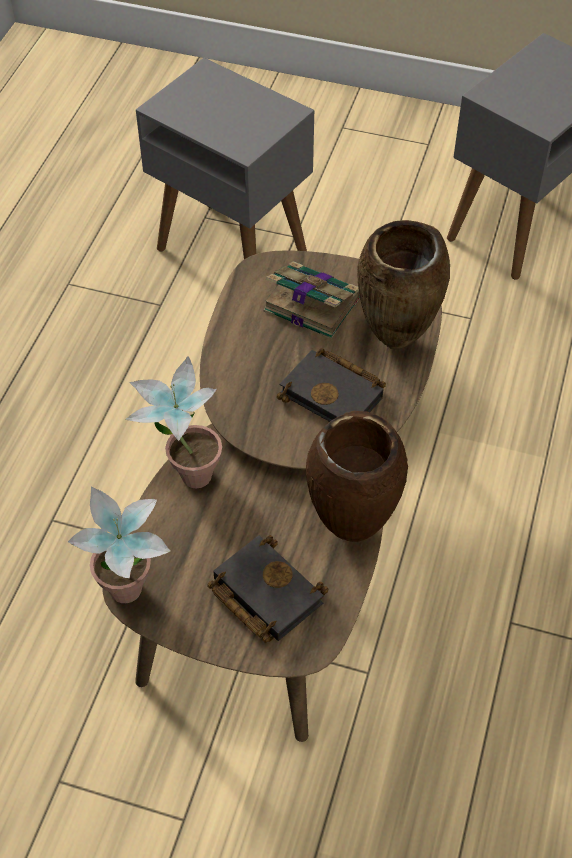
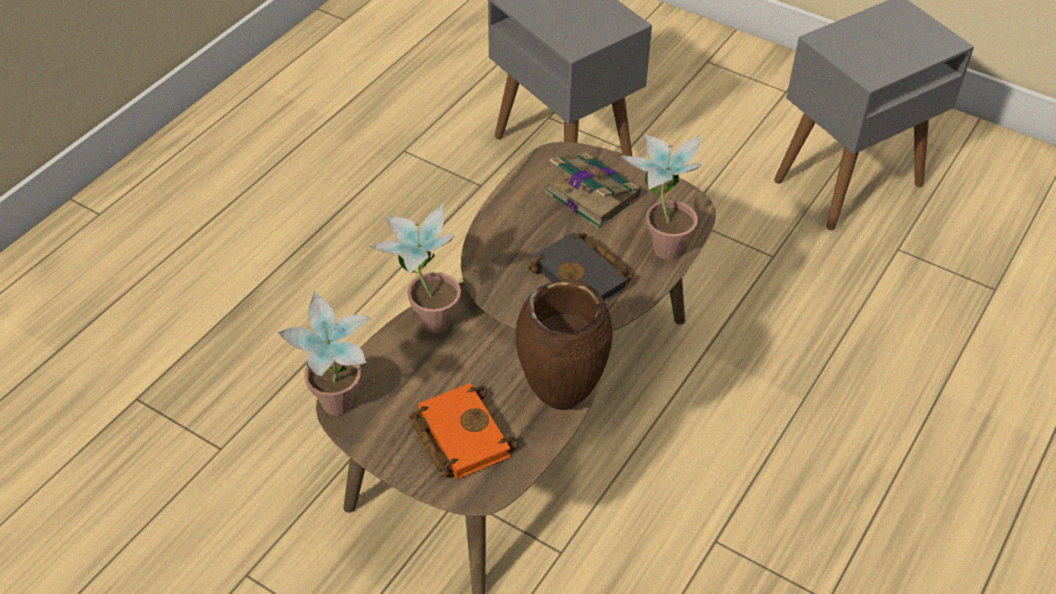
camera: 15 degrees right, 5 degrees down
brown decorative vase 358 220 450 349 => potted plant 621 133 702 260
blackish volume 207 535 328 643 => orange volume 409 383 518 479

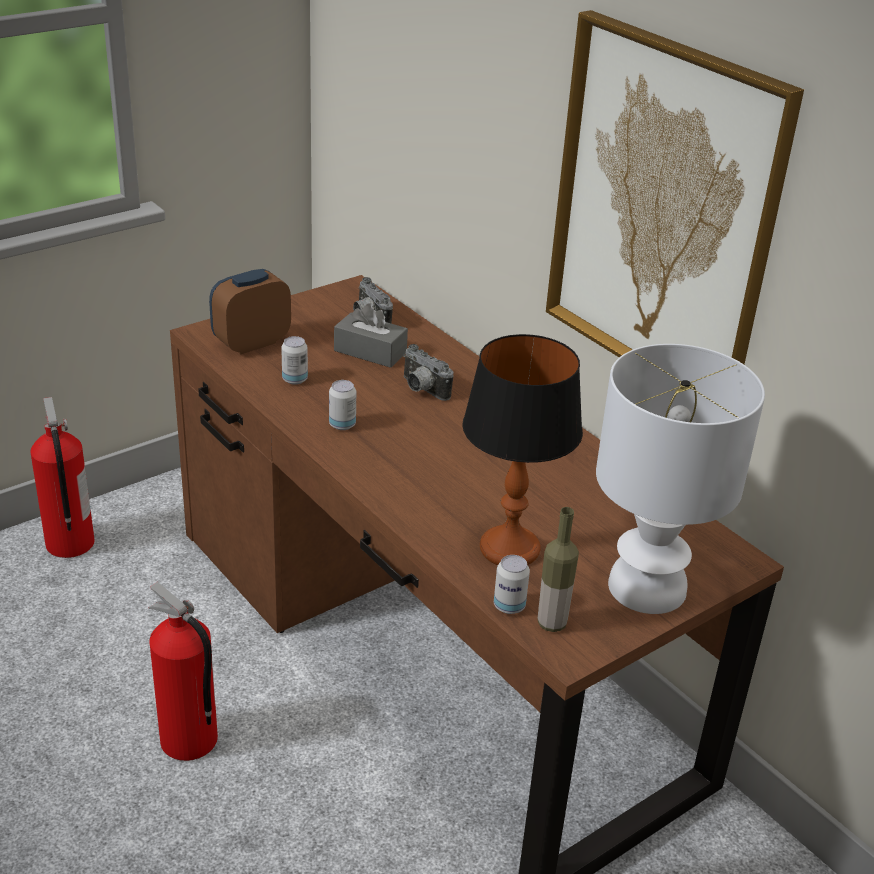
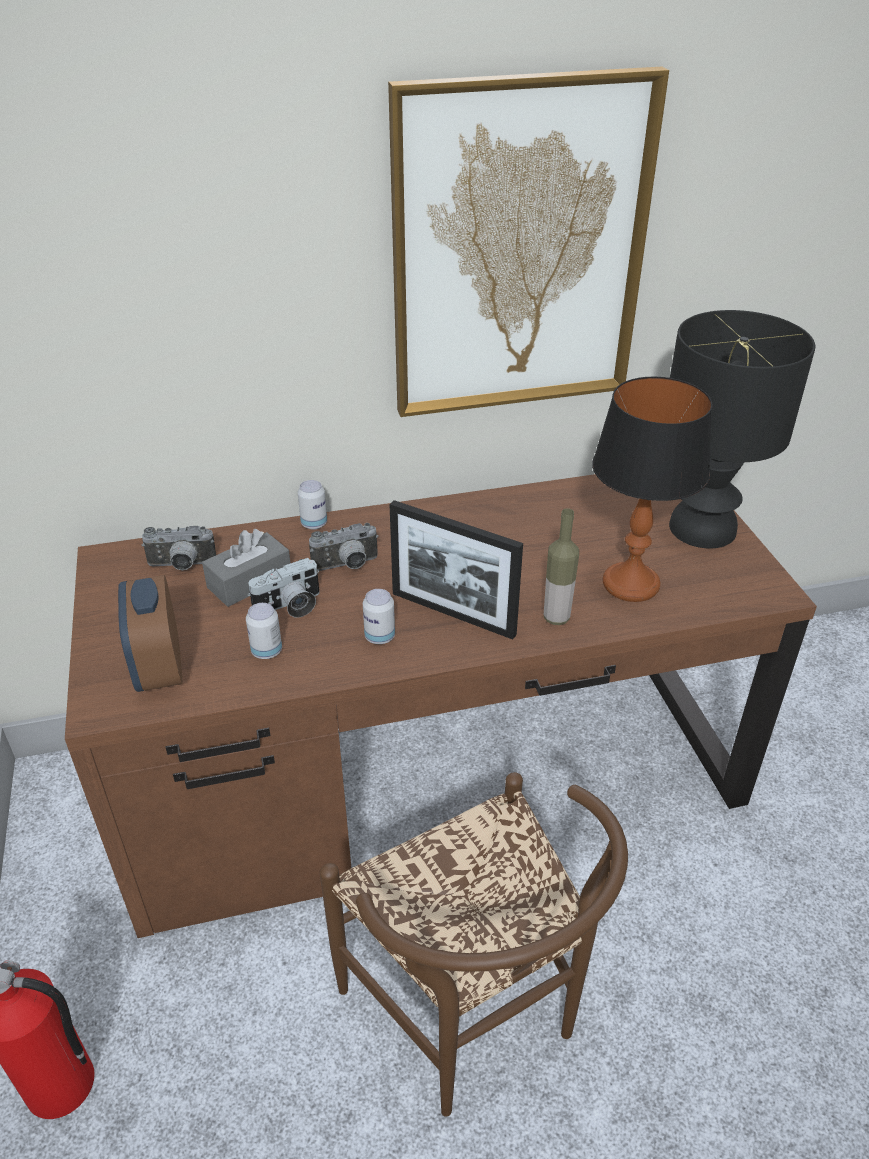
camera: 65 degrees left, 5 degrees up
nothing => still camera 248 558 319 618
nothing => picture frame 390 500 523 640
can 494 555 530 614 => can 298 480 327 530, relocated
beverage bottle 538 507 579 632 => beverage bottle 544 508 579 625, relocated
fire extinguisher 149 582 218 761 => brown plain chair 320 772 628 1117
white-coloured lamp for a table 596 344 765 614 => blackish lamp for a table 669 310 815 548

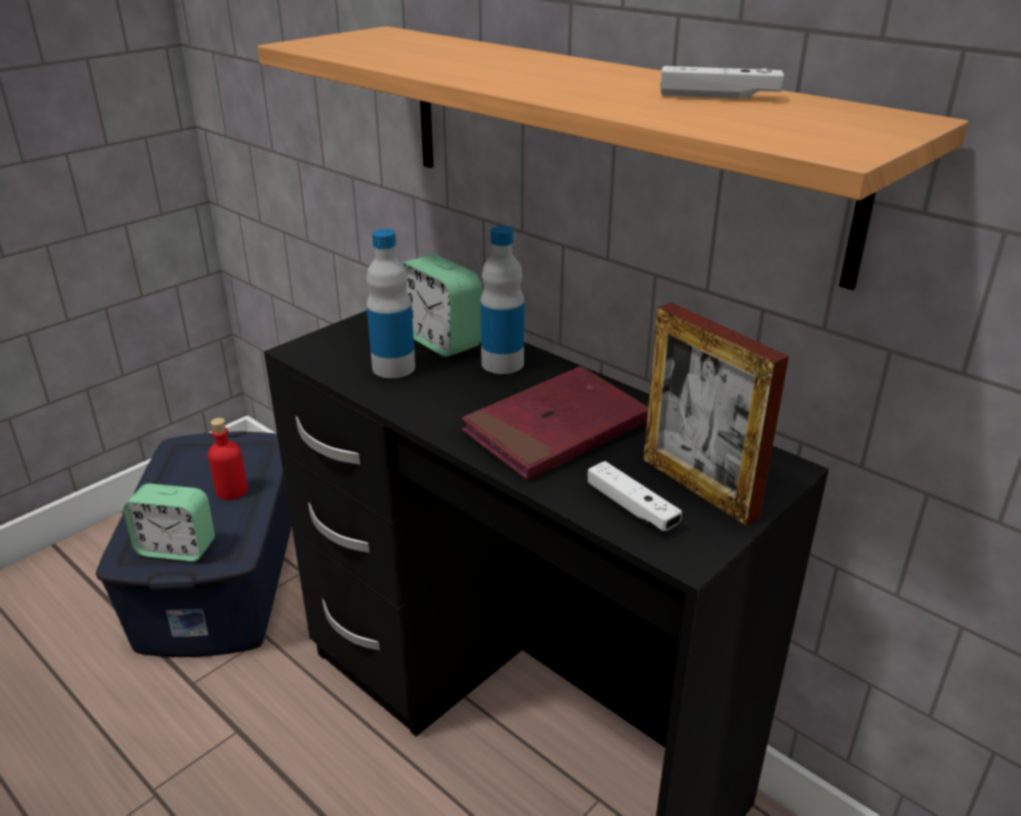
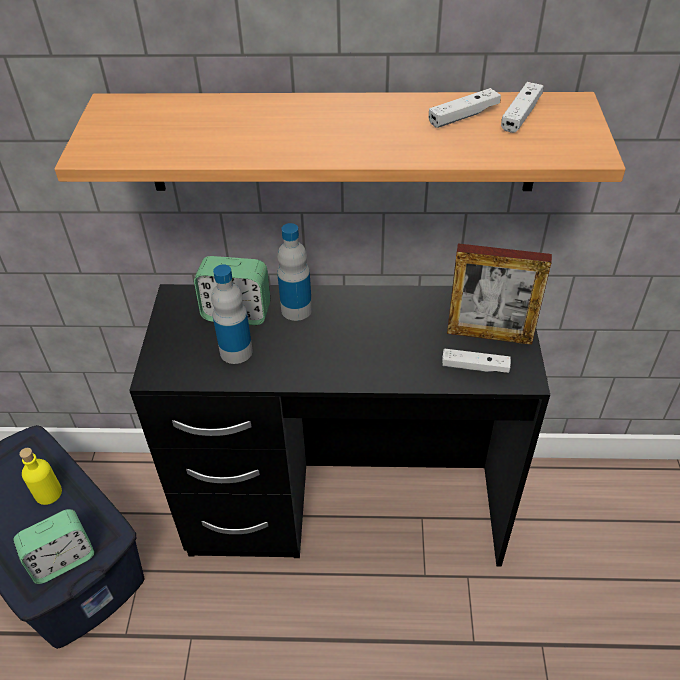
camera: 40 degrees left, 15 degrees up
red-coloured volume 462 366 648 481 => nothing
nothing => white-coloured gamepad 501 82 544 133
red-coloured beverage bottle 208 418 248 500 => yellowish beverage bottle 19 448 62 505

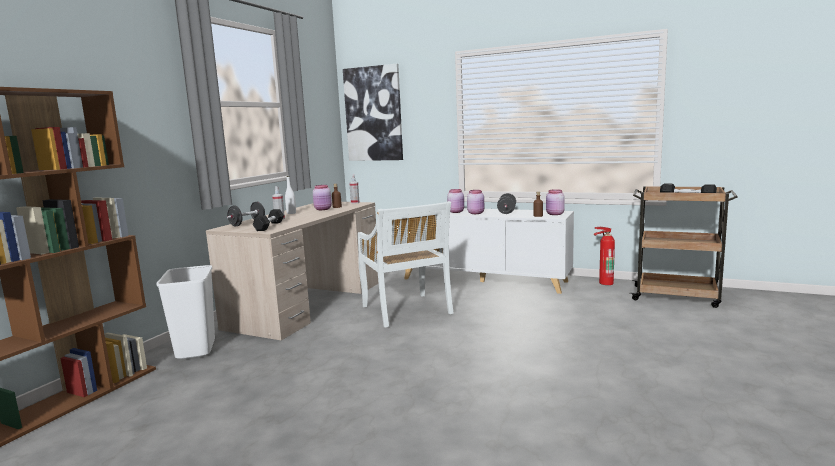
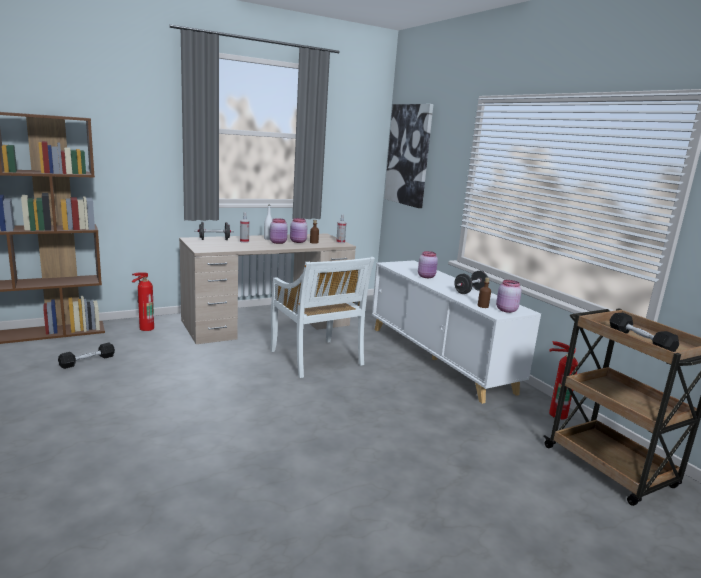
camera: 35 degrees right, 5 degrees up
blackish dumbbell 253 209 284 231 => blackish dumbbell 58 343 115 369, relocated
pink-coloured storage jar 467 190 484 214 => pink-coloured storage jar 270 218 288 244, relocated
white-coloured trash can 156 265 215 359 => fire extinguisher 132 273 154 331
white-coloured plain chair 358 201 454 328 => white-coloured plain chair 270 257 375 378, 45 degrees counterclockwise

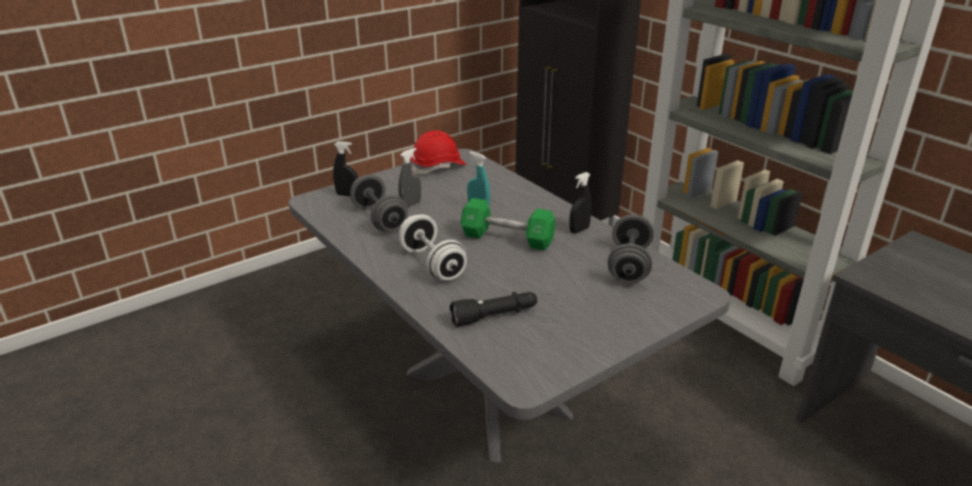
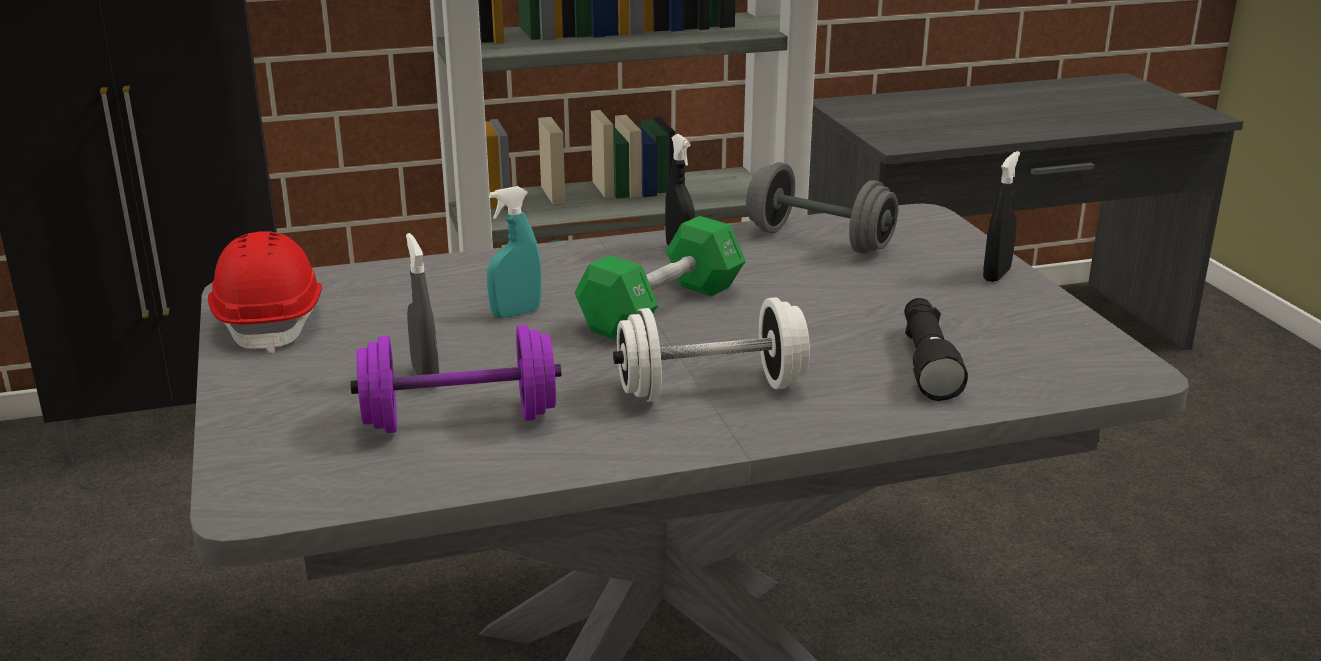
camera: 70 degrees left, 5 degrees down
blackish sprayer 333 141 358 196 => blackish sprayer 983 151 1020 282, relocated
gray dumbbell 350 174 408 232 => purplish dumbbell 351 325 561 433

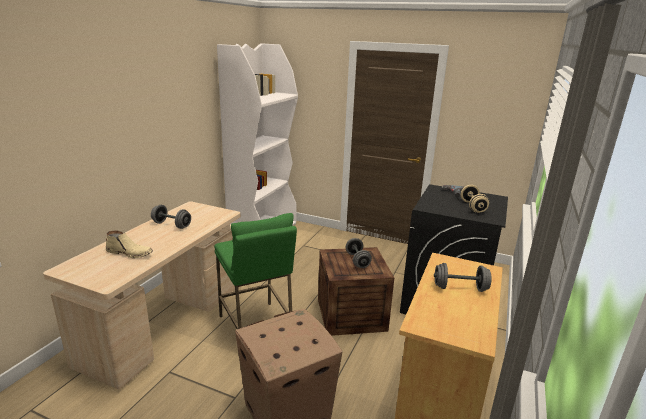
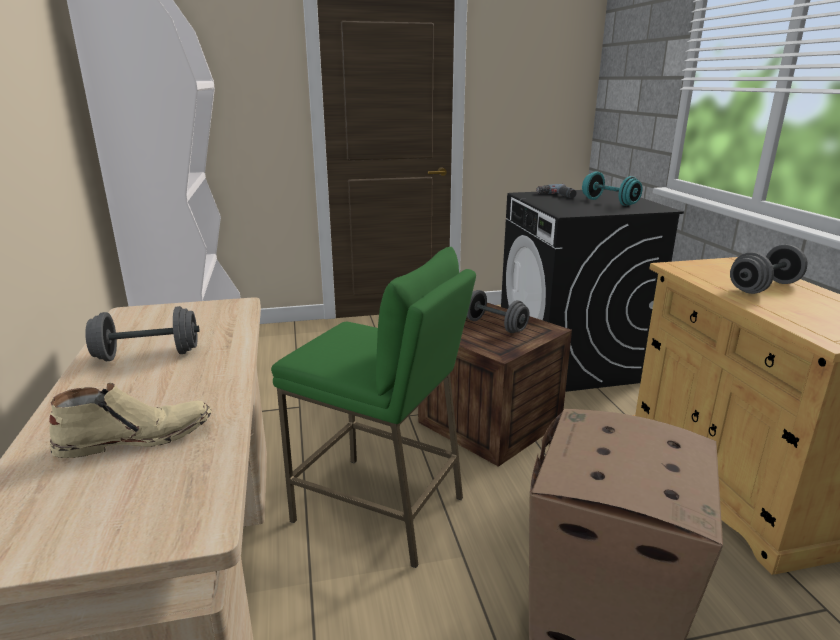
camera: 35 degrees left, 0 degrees up
beige dumbbell 461 185 489 213 => turquoise-coloured dumbbell 582 171 643 206

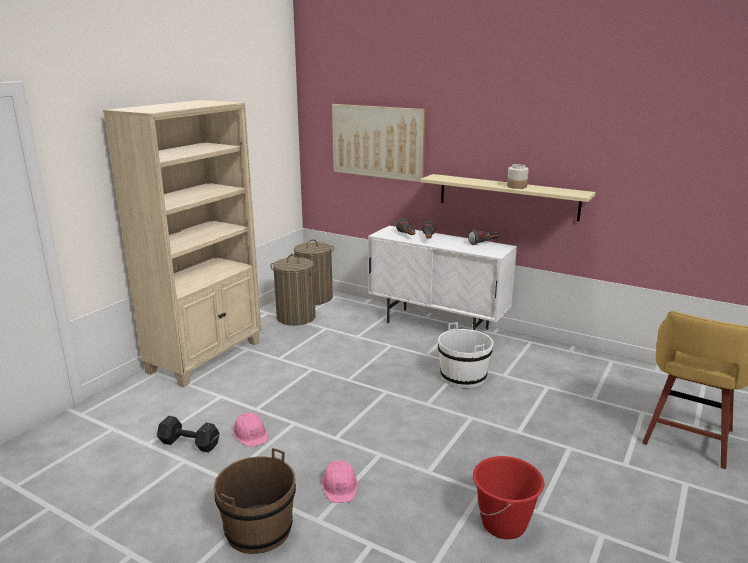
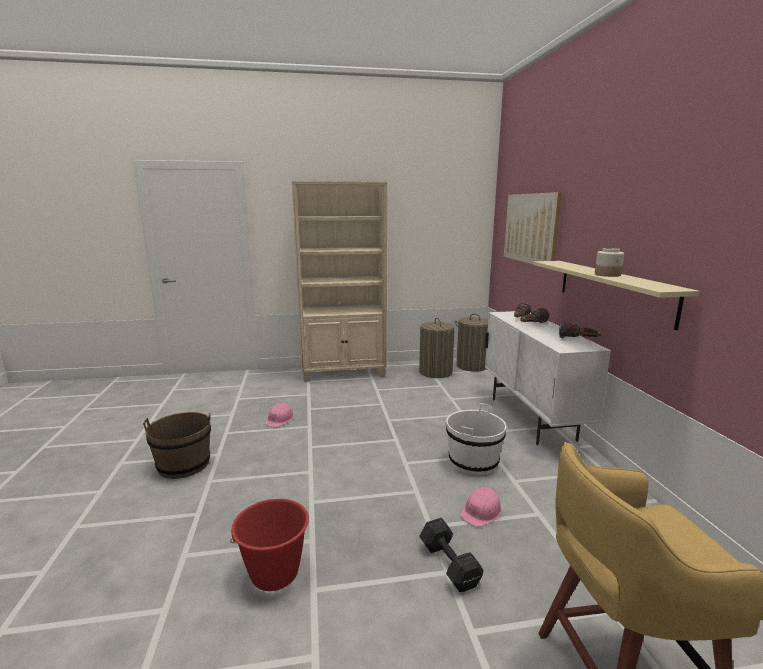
camera: 50 degrees right, 5 degrees down
blackish dumbbell 157 416 219 453 => blackish dumbbell 419 518 484 592, relocated
pink-coloured work helmet 322 460 358 503 => pink-coloured work helmet 460 487 502 527, relocated

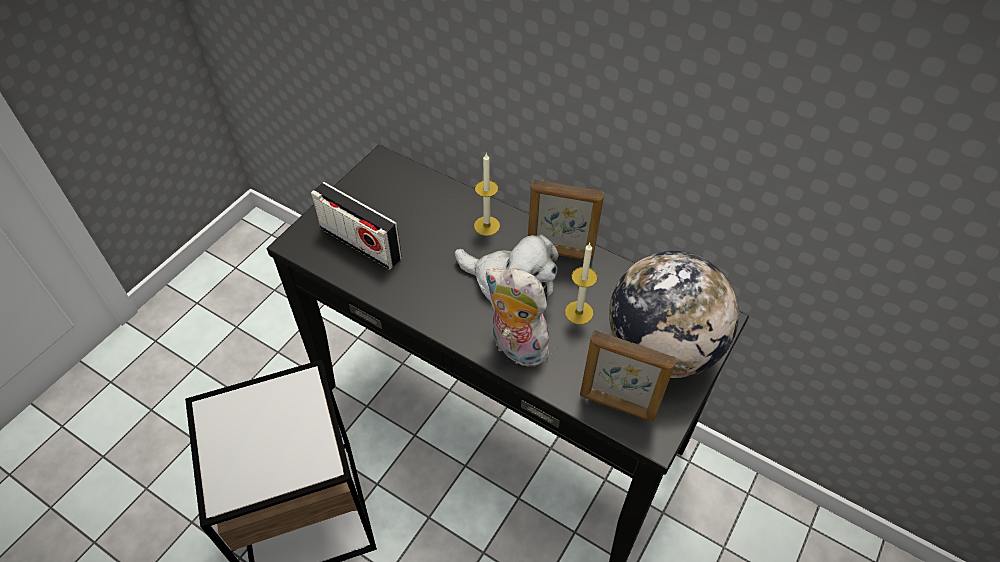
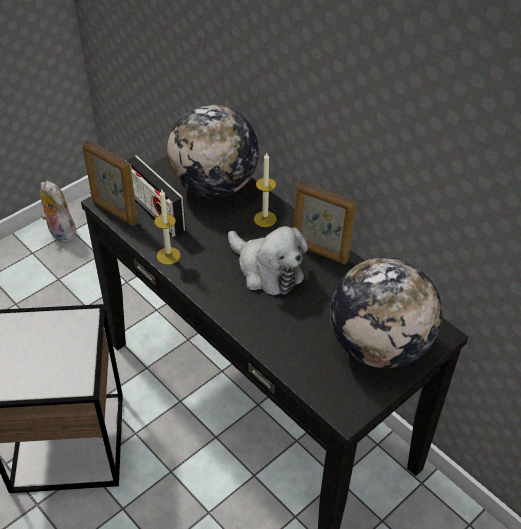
camera: 15 degrees right, 5 degrees down
nothing => globe 167 105 259 198
cuddly toy 485 268 549 367 => cuddly toy 40 181 79 243, relocated
wax candle 565 243 597 324 => wax candle 155 190 181 265, relocated
picture frame 580 330 677 422 => picture frame 82 139 138 226, relocated

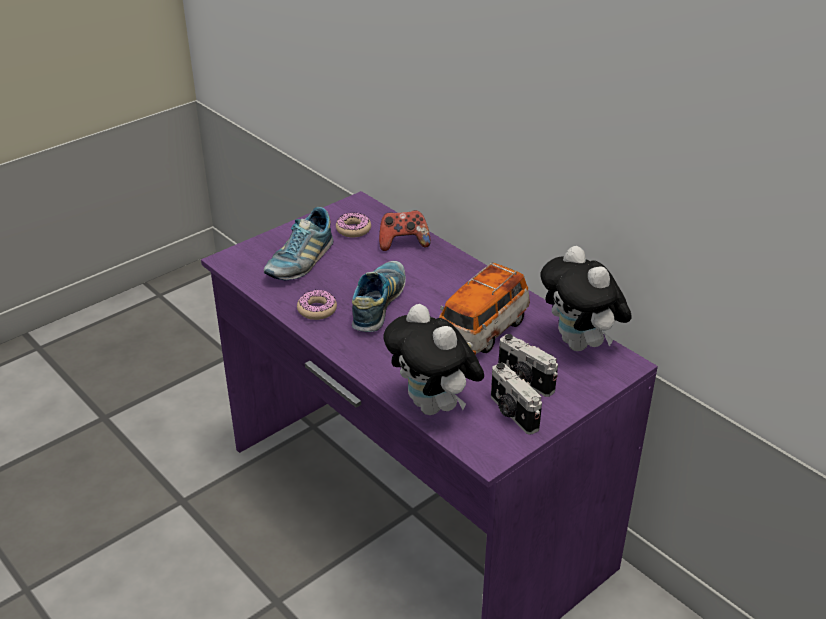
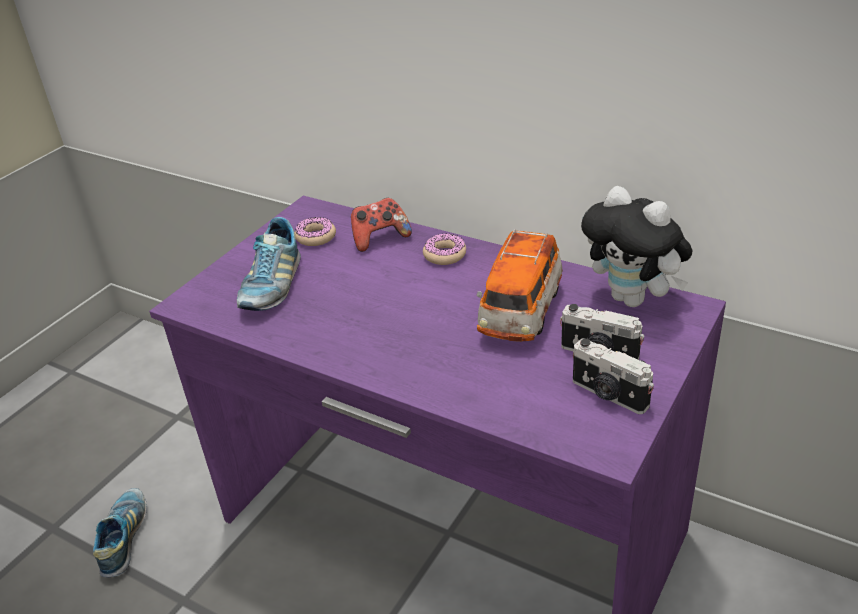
camera: 15 degrees left, 0 degrees up
cuddly toy 383 304 484 415 => nothing
donut 297 290 337 320 => donut 423 234 466 265, relocated
low shoe 352 261 406 332 => low shoe 93 488 147 578, relocated

